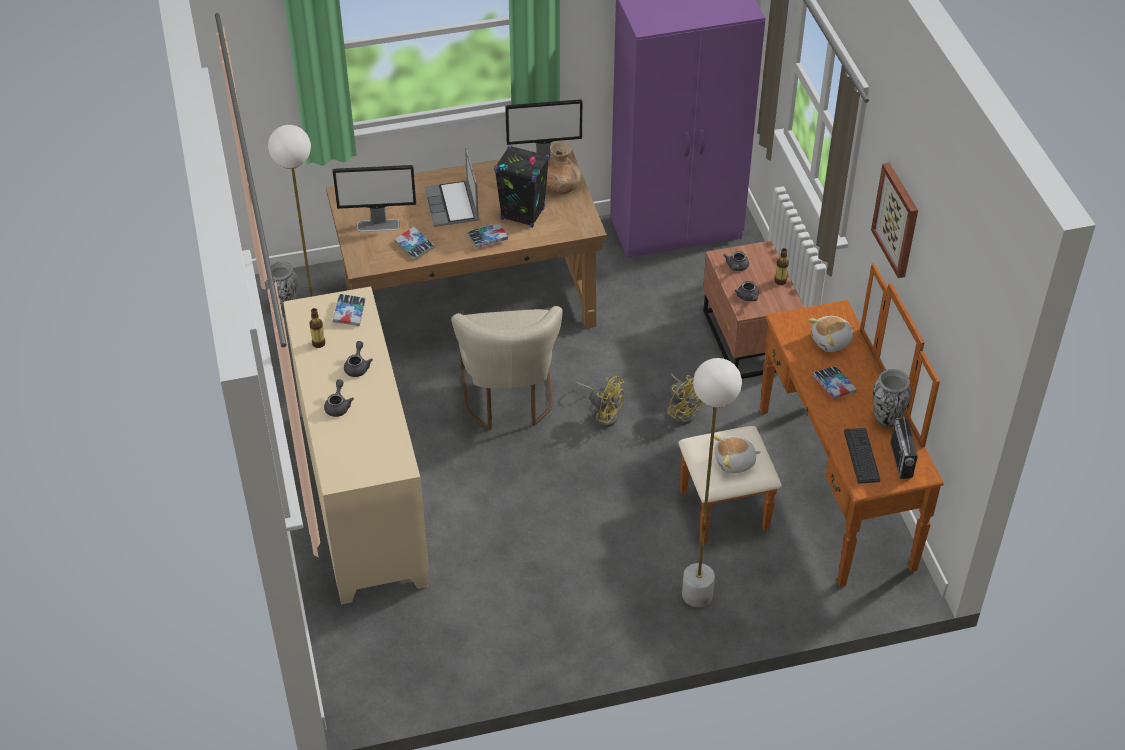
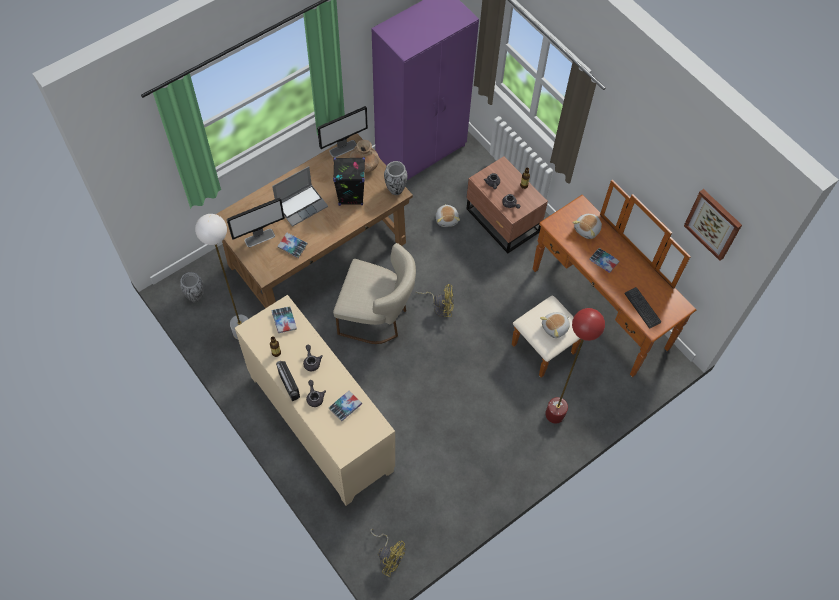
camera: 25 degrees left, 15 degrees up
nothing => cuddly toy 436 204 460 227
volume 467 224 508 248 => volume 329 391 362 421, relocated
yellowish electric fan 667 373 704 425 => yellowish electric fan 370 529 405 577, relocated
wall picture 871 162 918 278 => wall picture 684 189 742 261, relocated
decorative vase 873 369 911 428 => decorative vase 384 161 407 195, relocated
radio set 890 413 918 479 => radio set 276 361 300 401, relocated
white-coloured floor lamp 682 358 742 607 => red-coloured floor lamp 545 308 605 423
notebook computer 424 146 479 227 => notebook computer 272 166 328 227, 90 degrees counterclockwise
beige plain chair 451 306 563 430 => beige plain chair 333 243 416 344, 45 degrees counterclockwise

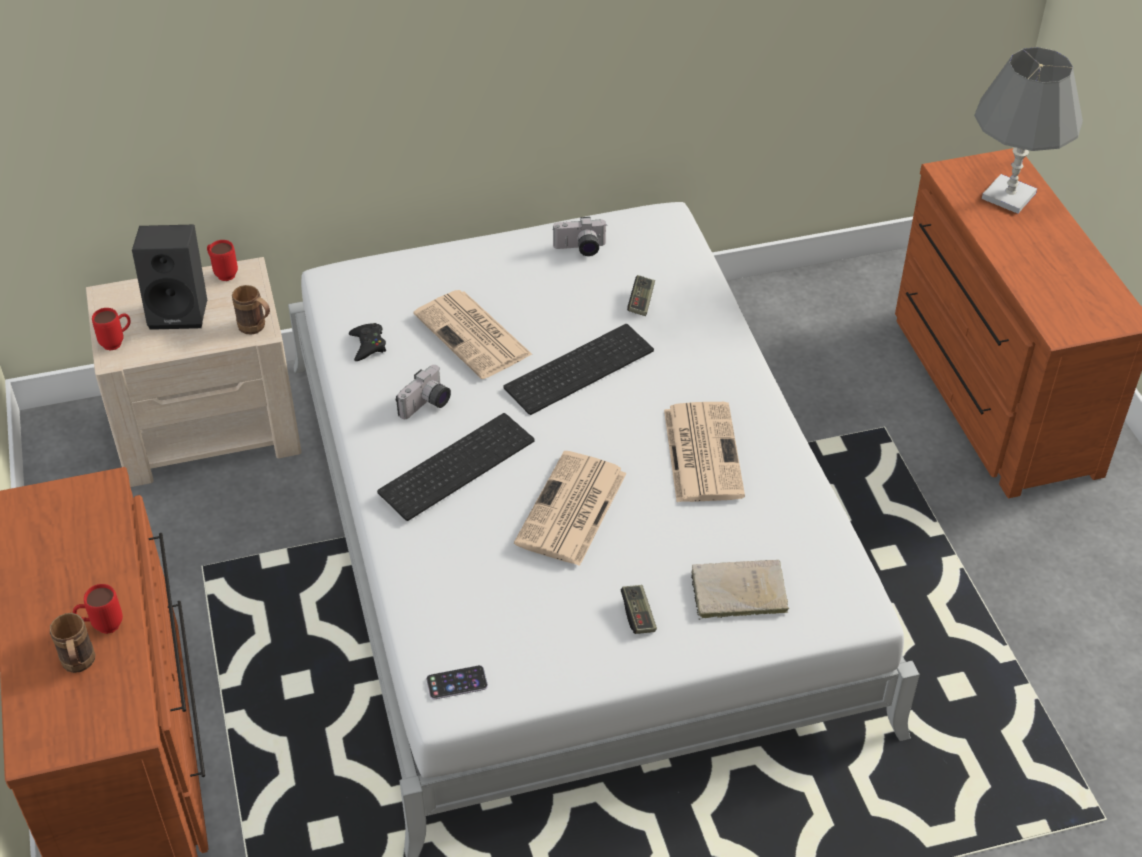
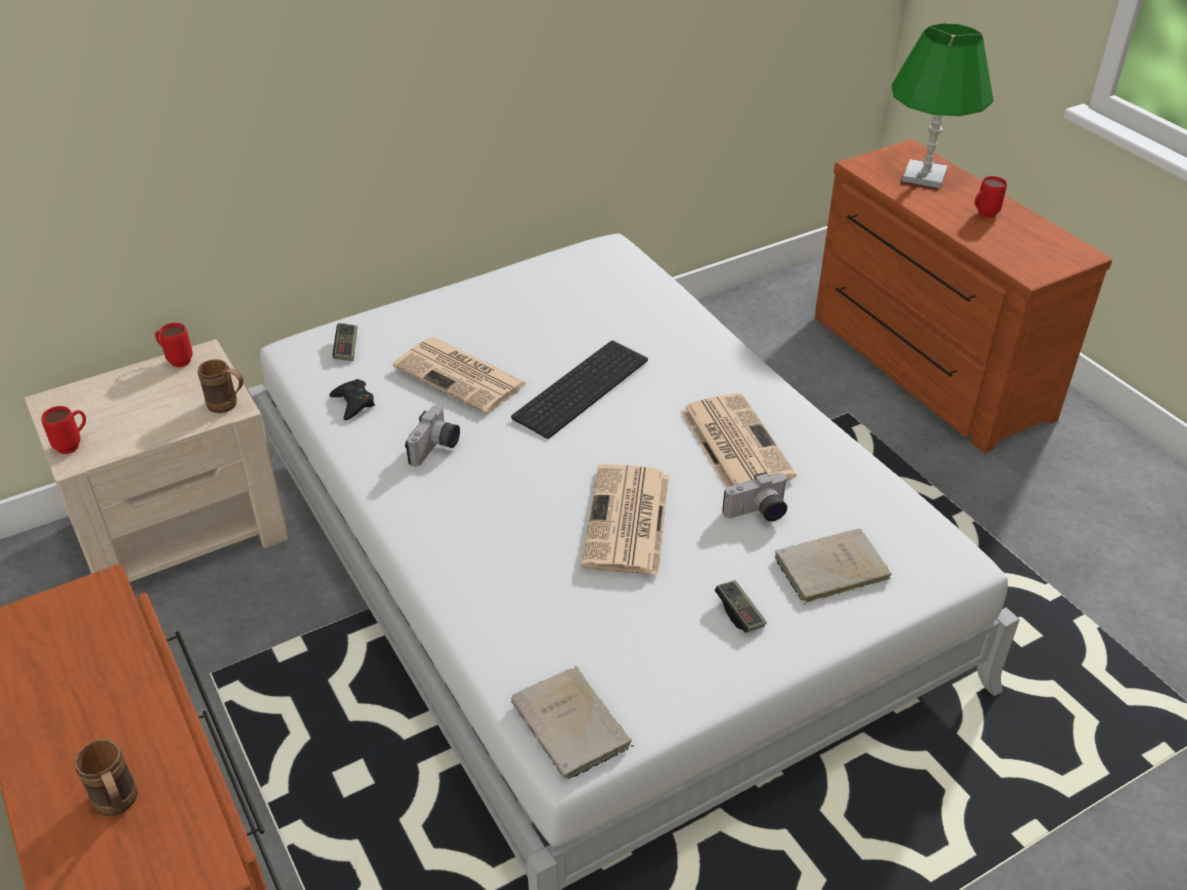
camera: 15 degrees left, 5 degrees down
blackish speaker 132 225 207 330 => nothing
PC keyboard 377 413 535 521 => nothing
red-coloured tea mug 73 584 123 634 => red-coloured tea mug 975 176 1007 218, relocated
still camera 552 217 607 256 => still camera 722 472 788 522, relocated
gamepad 627 275 655 316 => gamepad 333 323 358 361, relocated
handset 426 665 488 699 => beige volume 511 666 634 779
gray lamp for a table 974 47 1083 214 => greenish lamp for a table 892 23 993 188

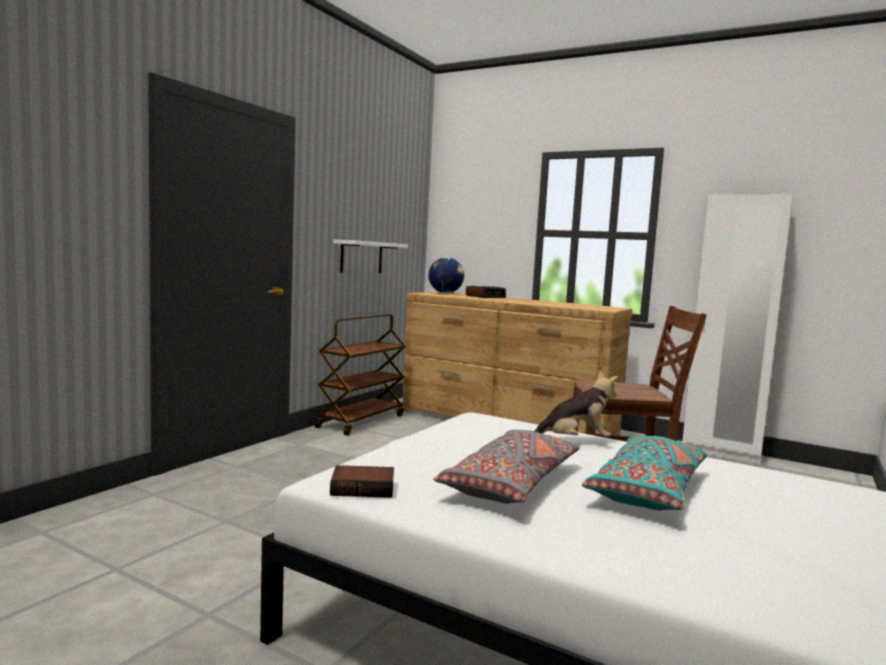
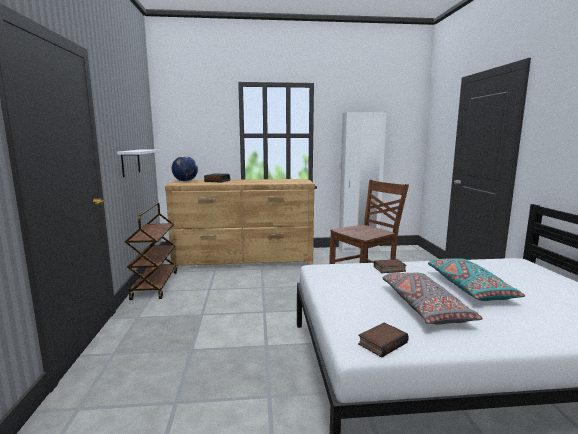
camera: 35 degrees left, 5 degrees up
cuddly toy 535 370 618 437 => volume 374 259 407 273

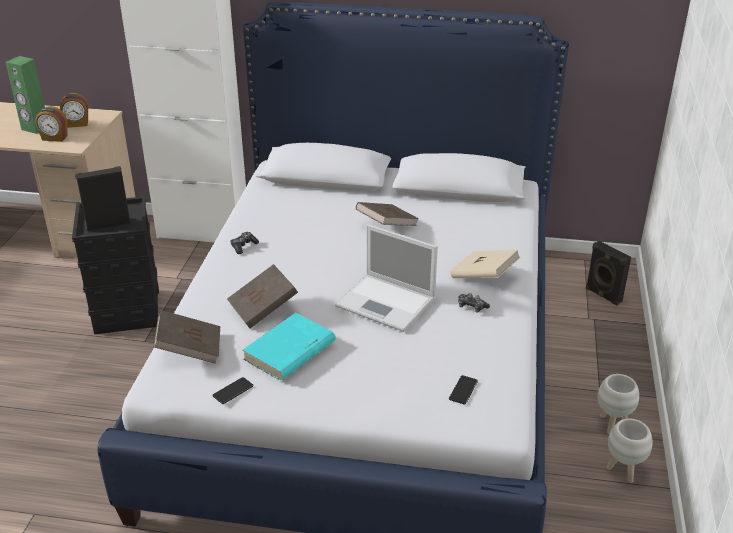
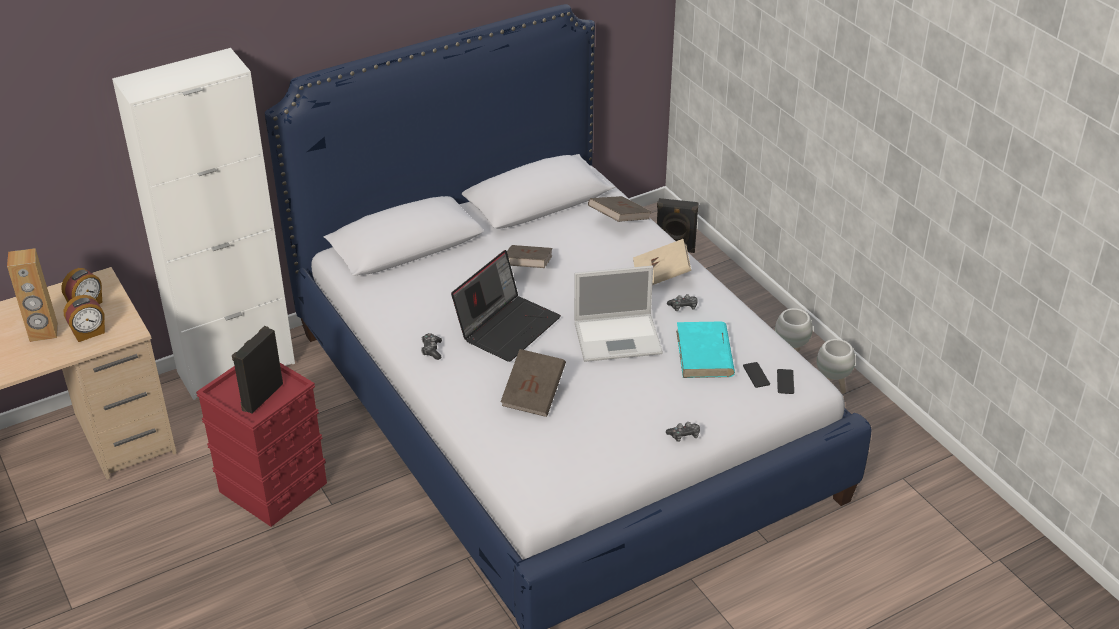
camera: 40 degrees left, 5 degrees up
nothing => notebook computer 451 250 561 362
nothing => gamepad 666 422 700 442
brown volume 153 310 220 363 => brown volume 588 196 652 222, relocated
handset 212 377 253 404 => handset 777 369 794 394, relocated
turquoise-coloured volume 243 313 336 380 => turquoise-coloured volume 676 322 735 378, relocated
greenish speaker 5 56 45 134 => brown speaker 7 248 58 342
blackish storage bin 72 196 159 334 => red-coloured storage bin 196 363 327 527

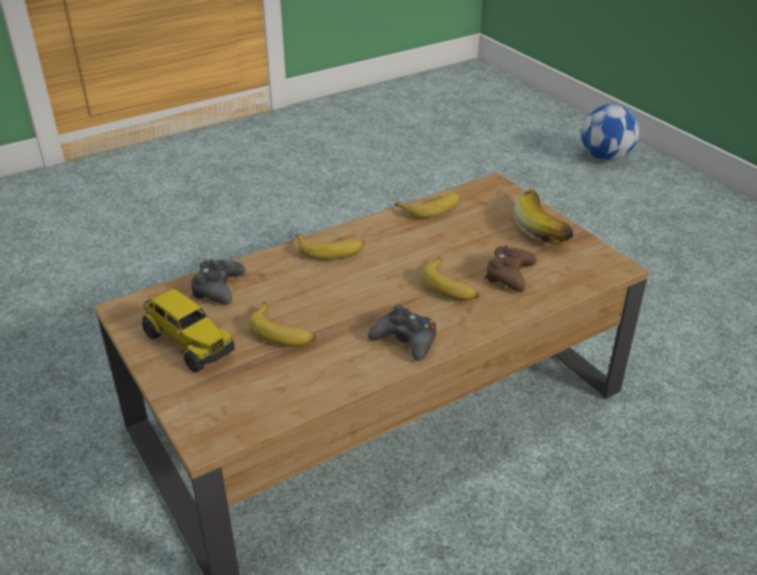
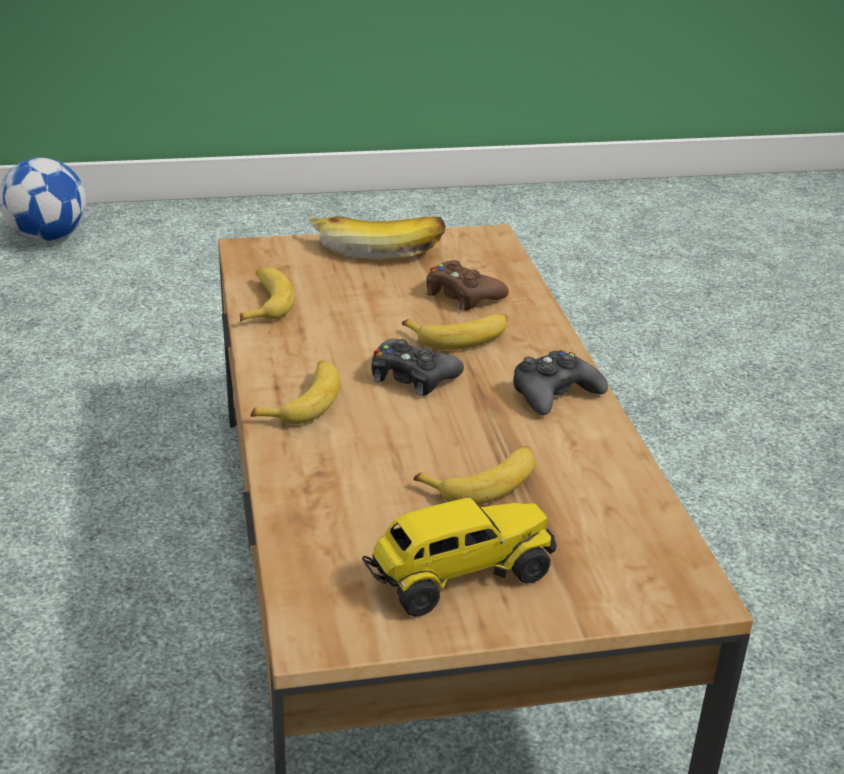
camera: 70 degrees left, 5 degrees down
blackish gamepad 191 259 245 304 => blackish gamepad 371 338 464 396, relocated

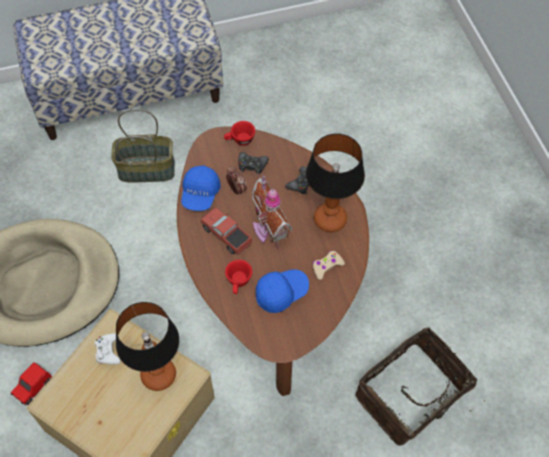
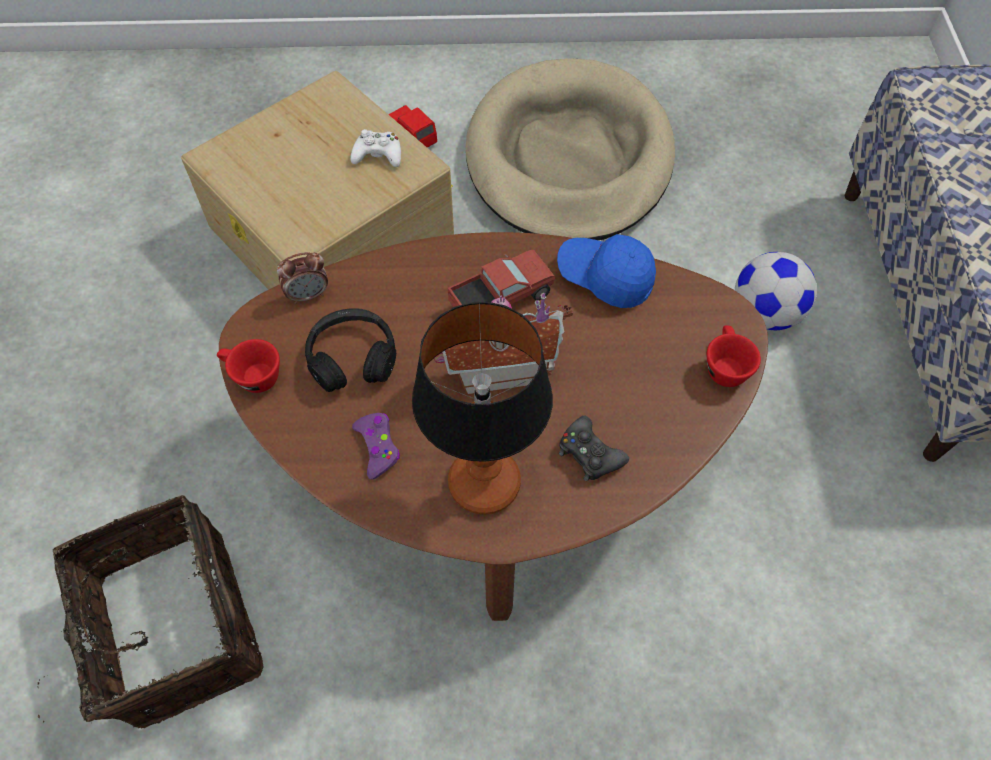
camera: 105 degrees right, 0 degrees up
lamp for a table 116 302 179 391 => nothing
blackish gamepad 238 152 269 175 => nothing
red-coloured cup 225 260 252 294 => red-coloured cup 217 339 280 393, relocated
alarm clock 226 166 247 195 => alarm clock 277 252 328 304, relocated
basket 111 109 175 182 => football ball 735 252 817 330
blue cap 256 269 309 313 => blackish headset 305 308 396 392
beige gamepad 313 251 345 280 => purplish gamepad 352 413 400 480

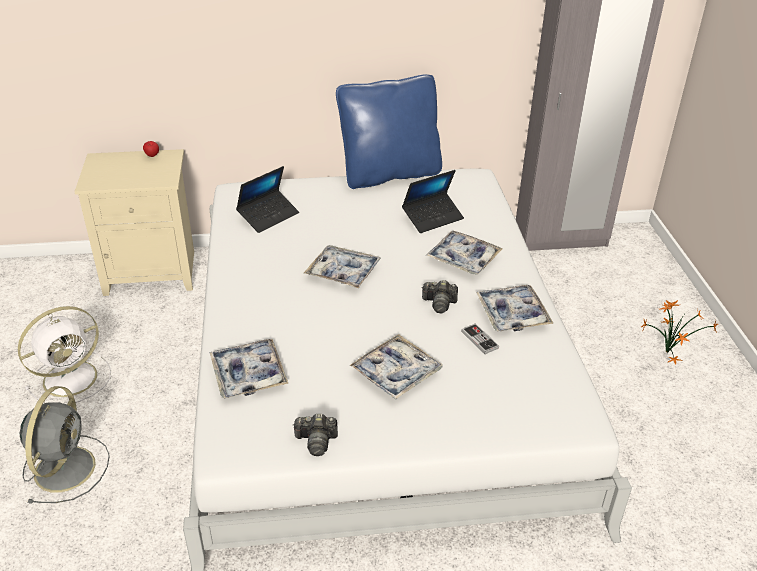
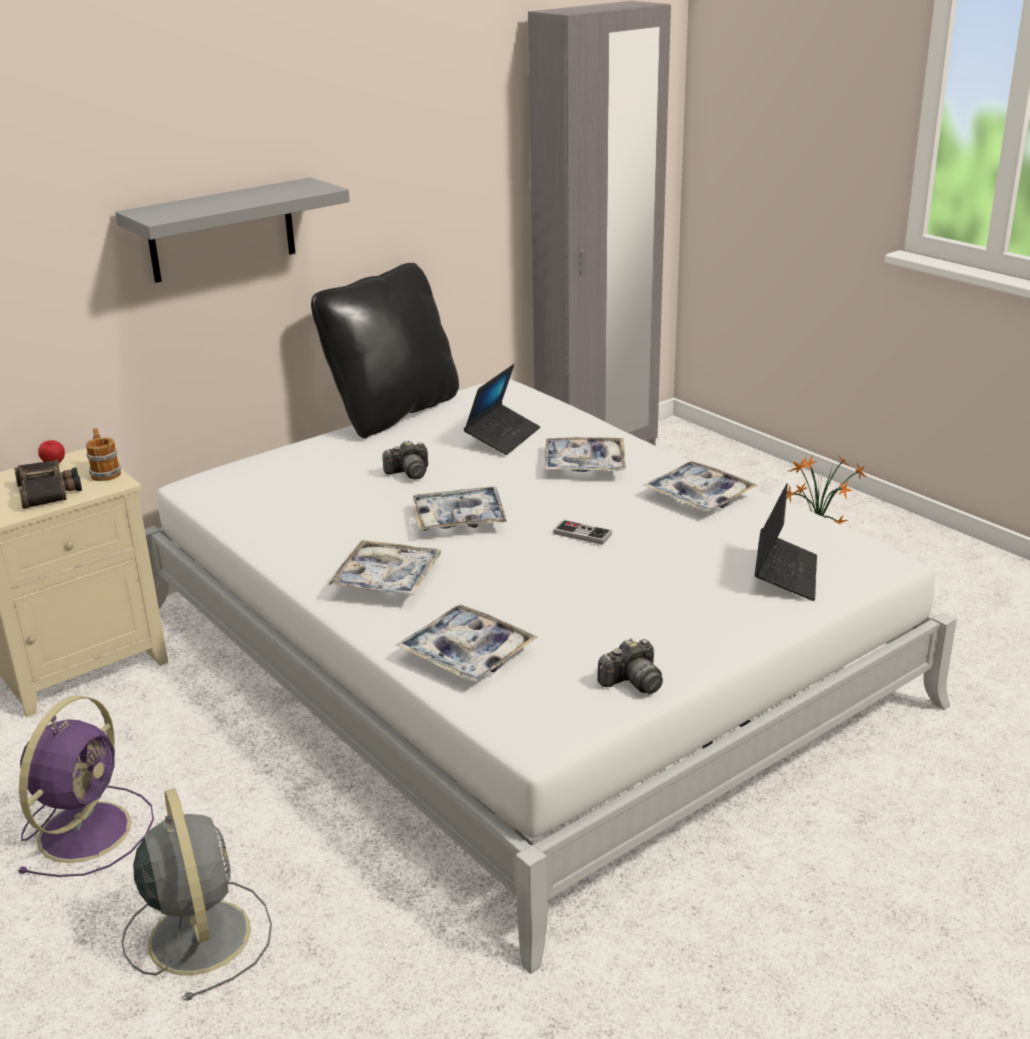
camera: 30 degrees left, 10 degrees down
nothing => binoculars 14 460 82 509
nothing => tea mug 86 428 121 481
nothing => gray wall shelf 115 177 350 283
notebook computer 236 166 299 233 => notebook computer 754 484 817 601, relocated
serving tray 350 334 442 400 => serving tray 328 540 442 595, relocated
still camera 421 280 458 313 => still camera 382 440 428 479, relocated
gamepad 461 323 499 354 => gamepad 553 520 612 545, relocated
white-coloured electric fan 18 306 111 403 => purplish electric fan 17 696 154 877
blue cushion 336 74 442 189 => blackish cushion 311 263 459 438

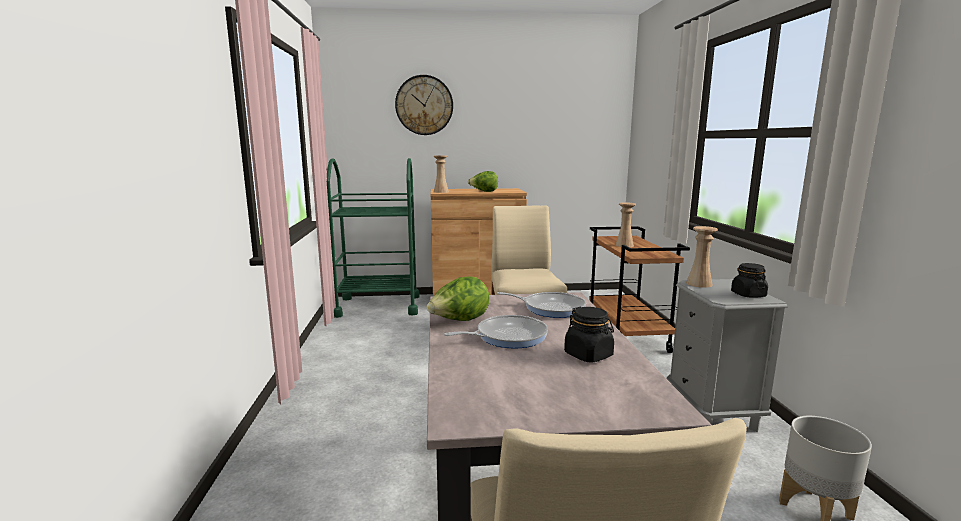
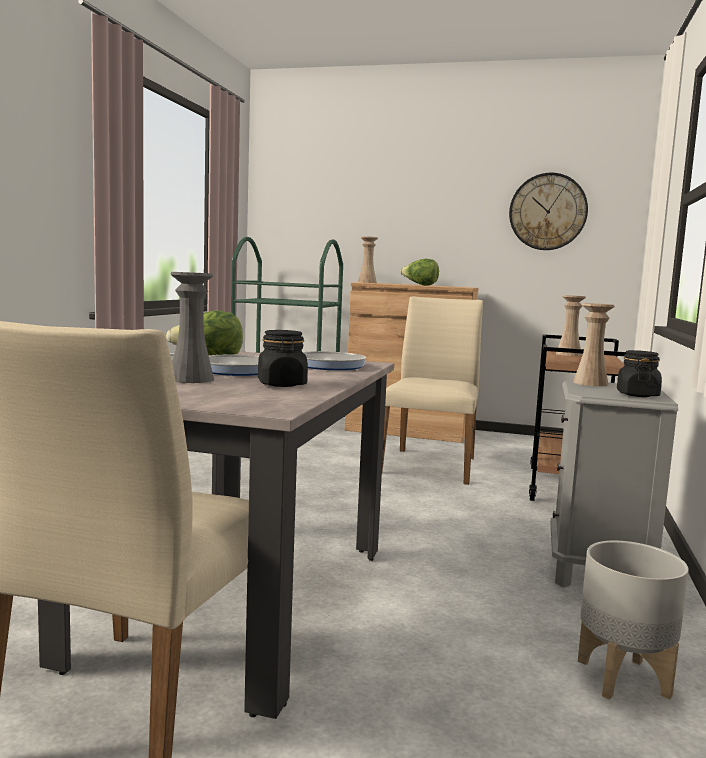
camera: 20 degrees right, 5 degrees down
nothing => gray decorative vase 170 272 214 383
wall clock 395 75 453 135 => wall clock 509 172 588 250, relocated

